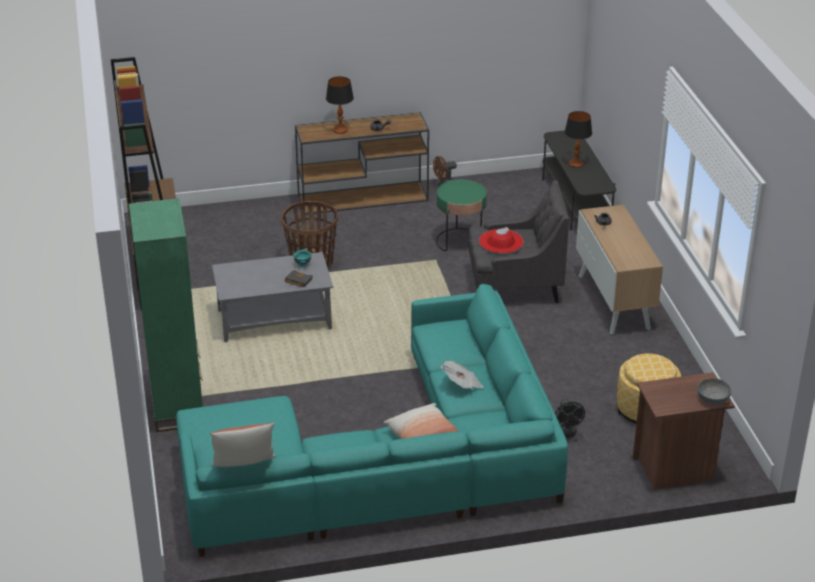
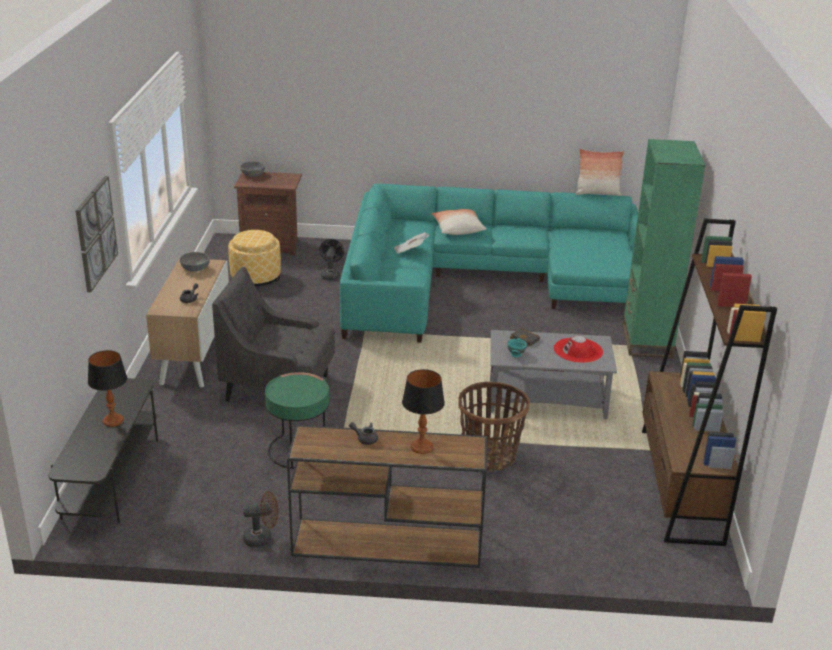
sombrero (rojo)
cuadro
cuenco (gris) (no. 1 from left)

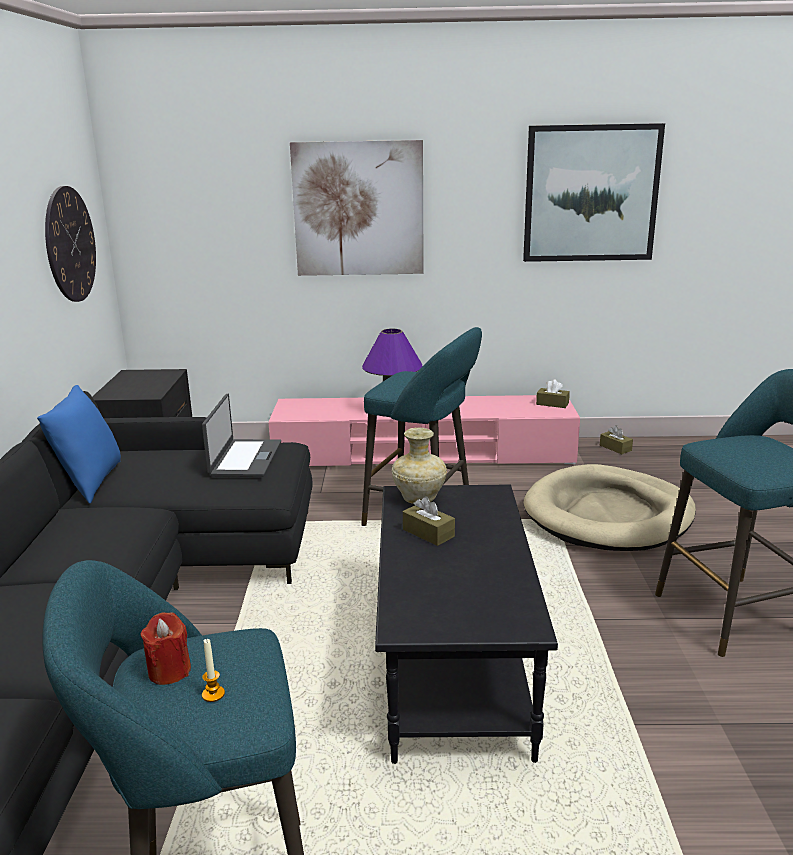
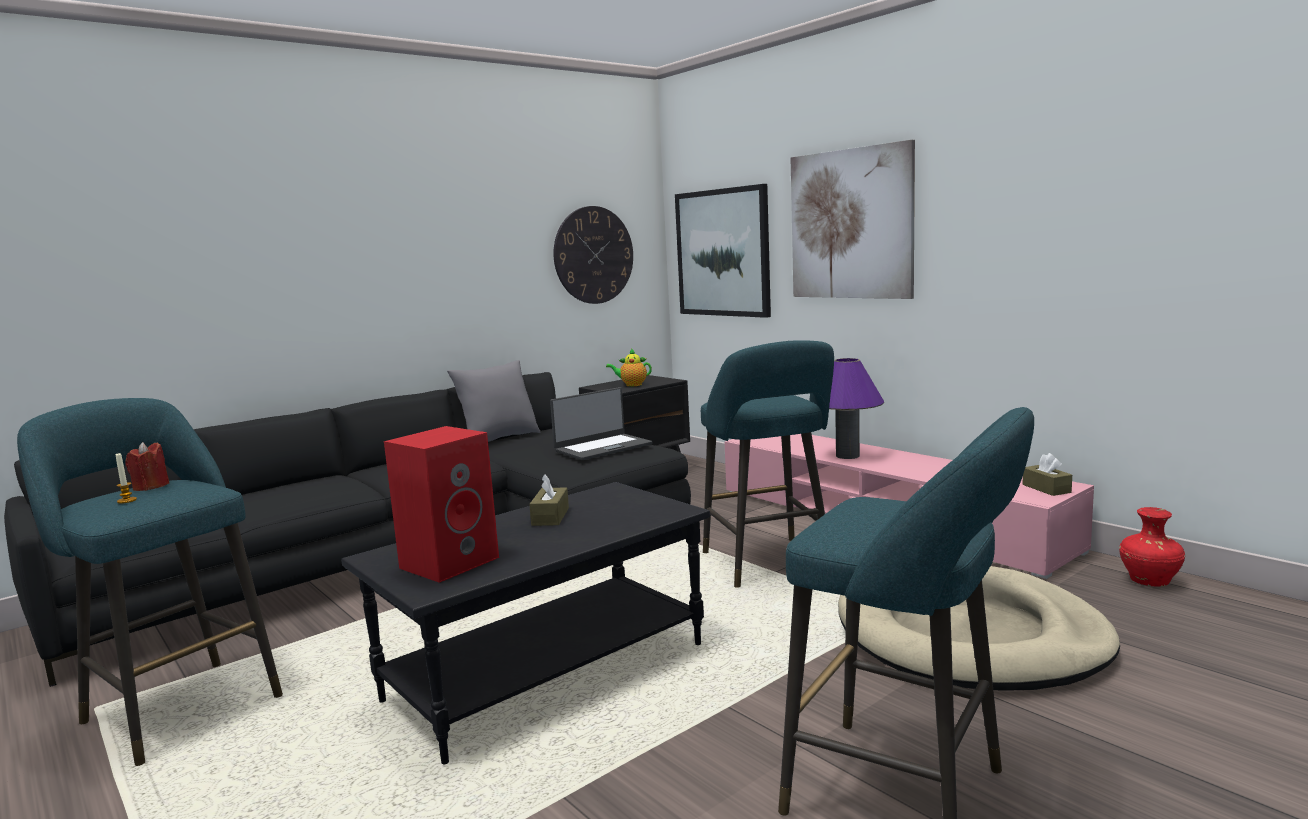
cojín (gris)
florero (beis)
cuadro (no. 1 from left)
florero (rojo)
altavoz (rojo)
tetera

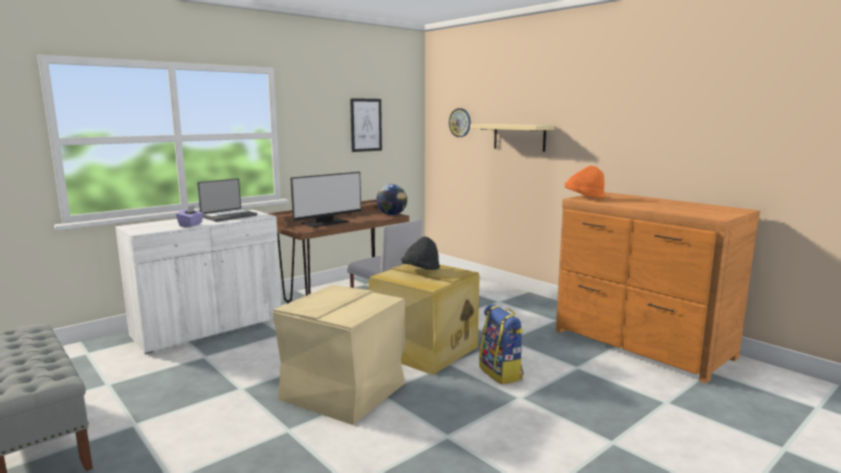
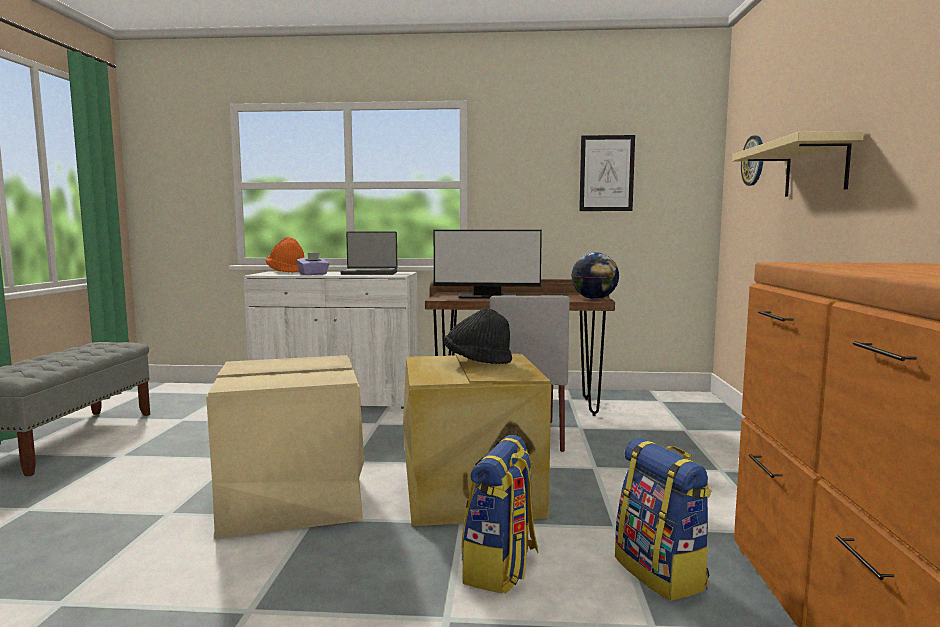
sombrero (naranja)
mochila (no. 2 from left)

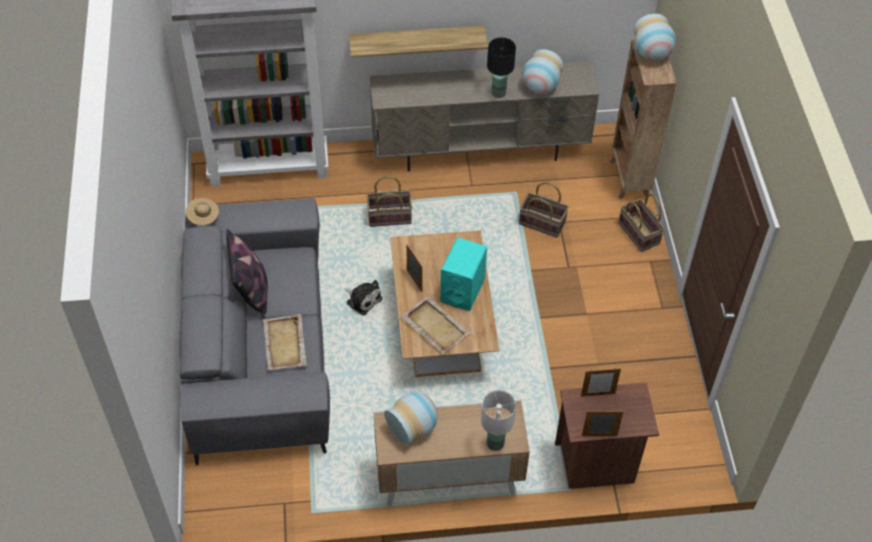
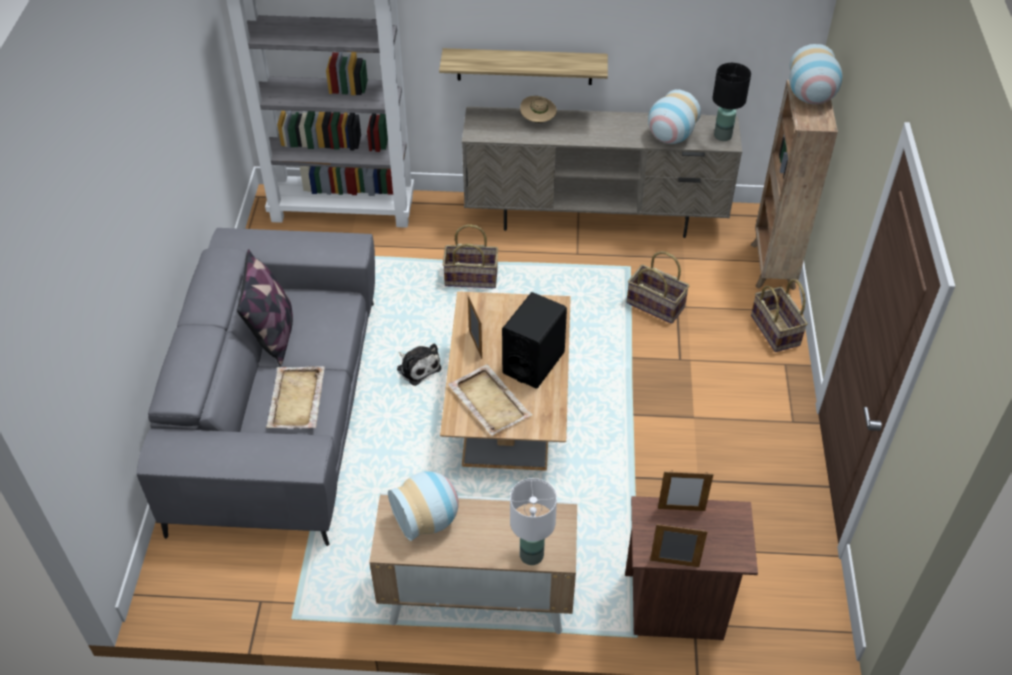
sombrero (beis)
altavoz (negro)
lámpara de mesa (negro)

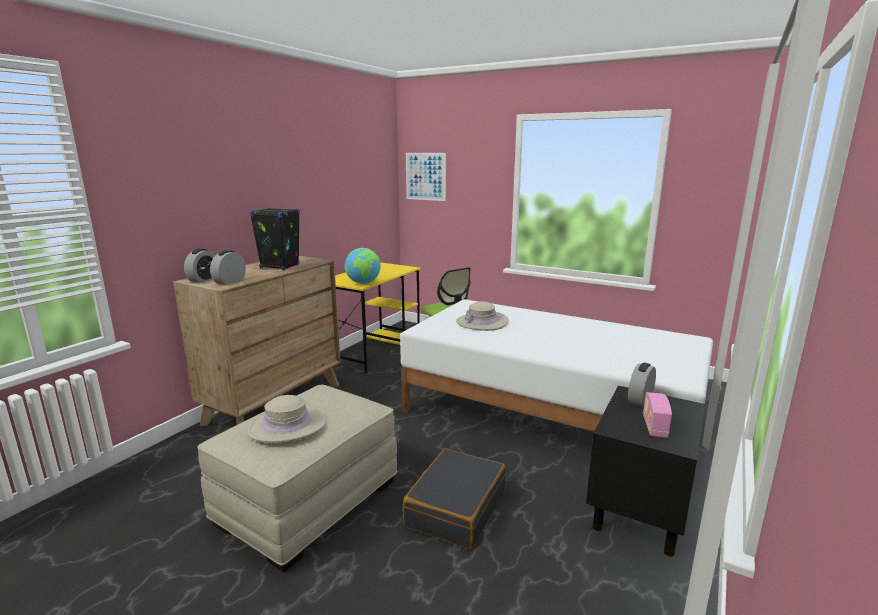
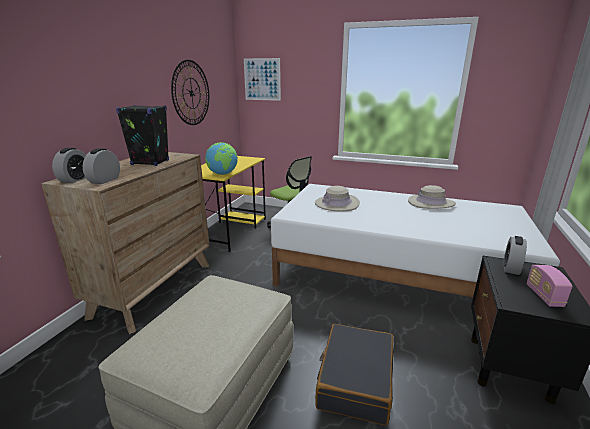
sombrero (beis) (no. 2 from left)
reloj de pared

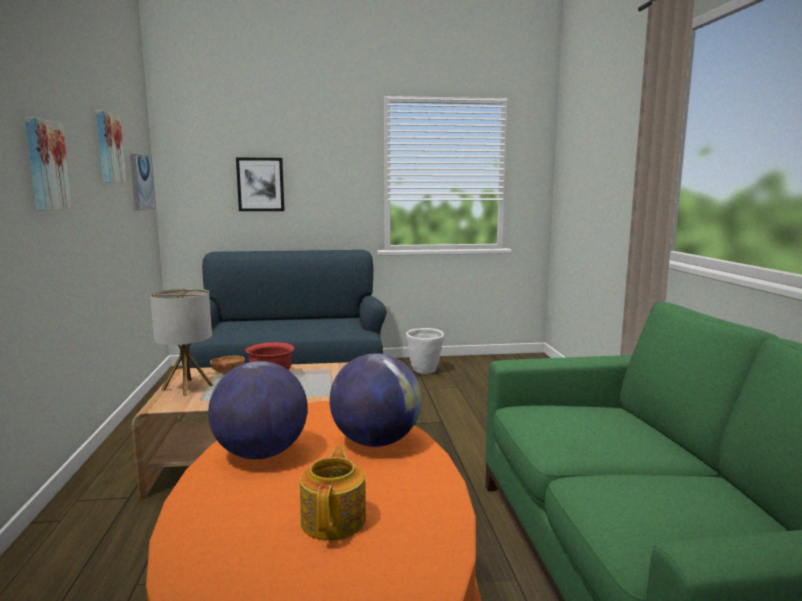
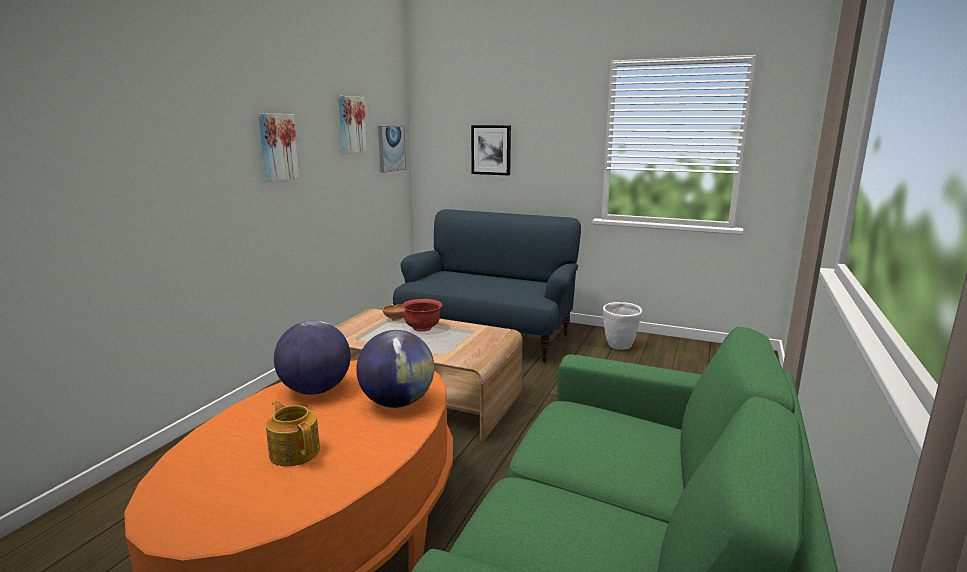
lámpara de mesa
tetera

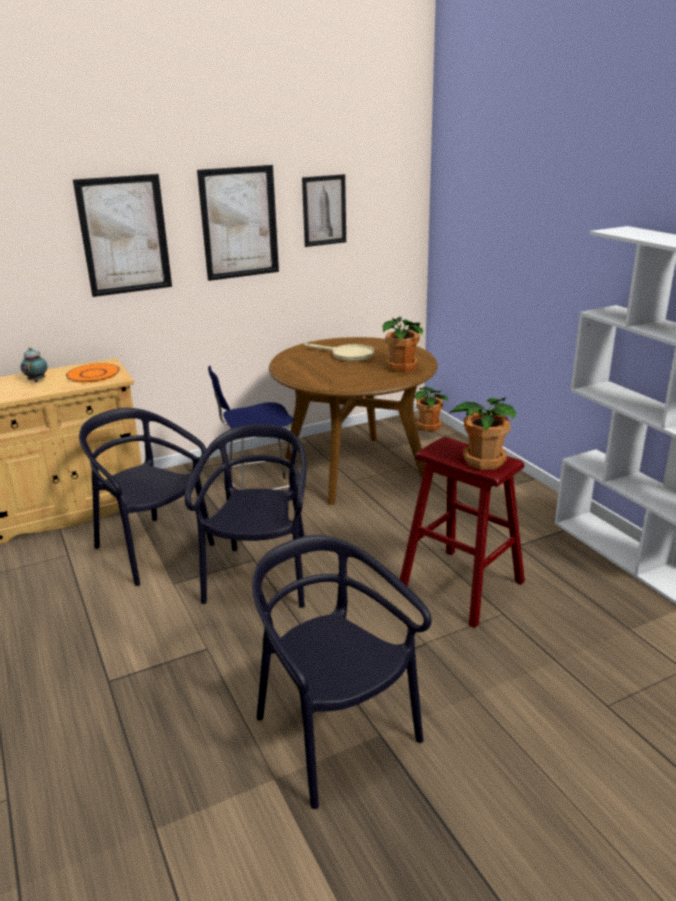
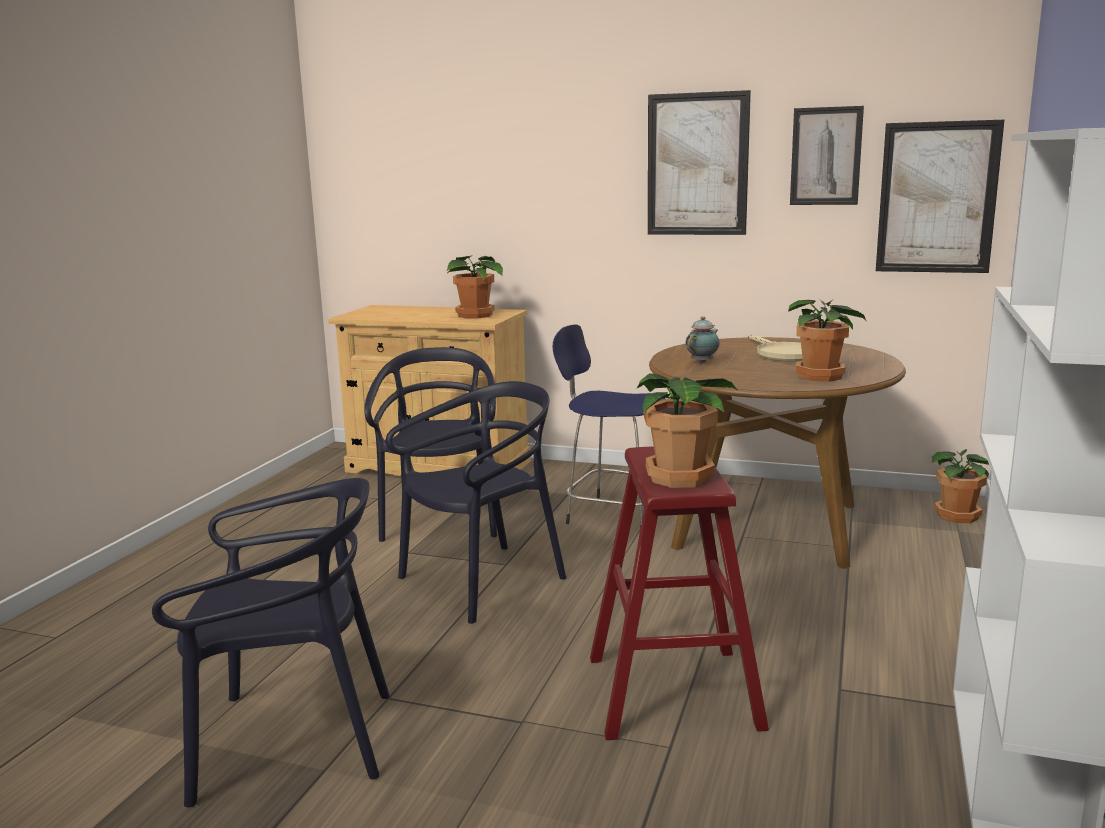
tetera
planta en maceta (no. 1 from left)
cuadro (no. 3 from left)
silla (negro) (no. 1 from left)

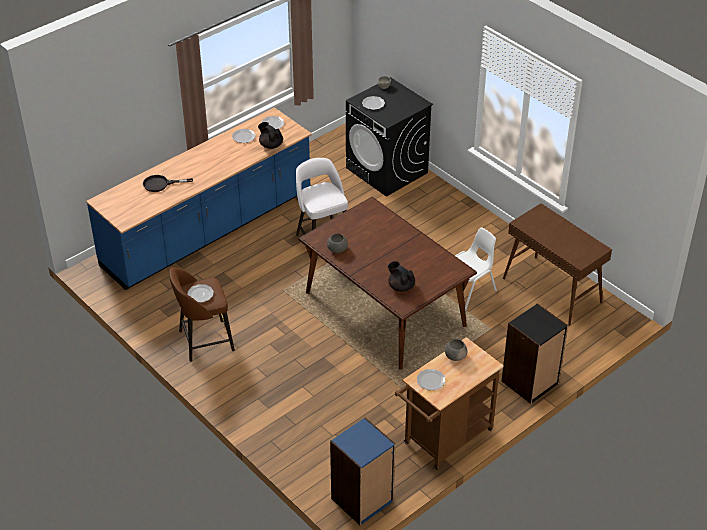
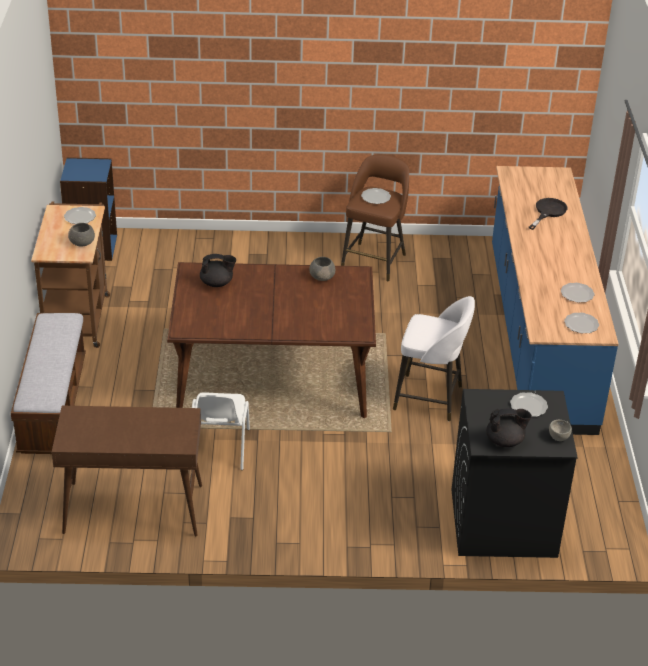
tetera (negro) (no. 2 from left)
banco

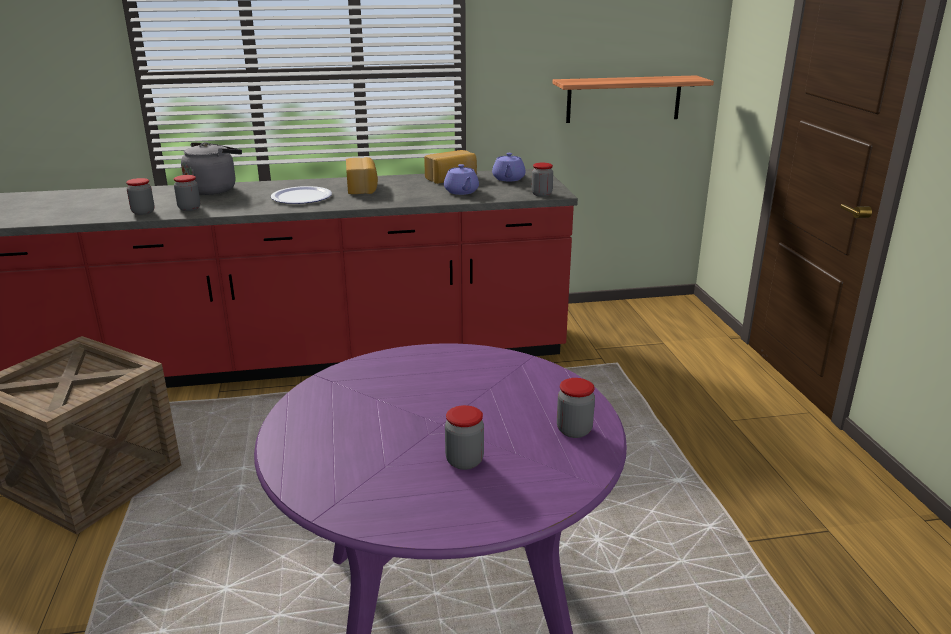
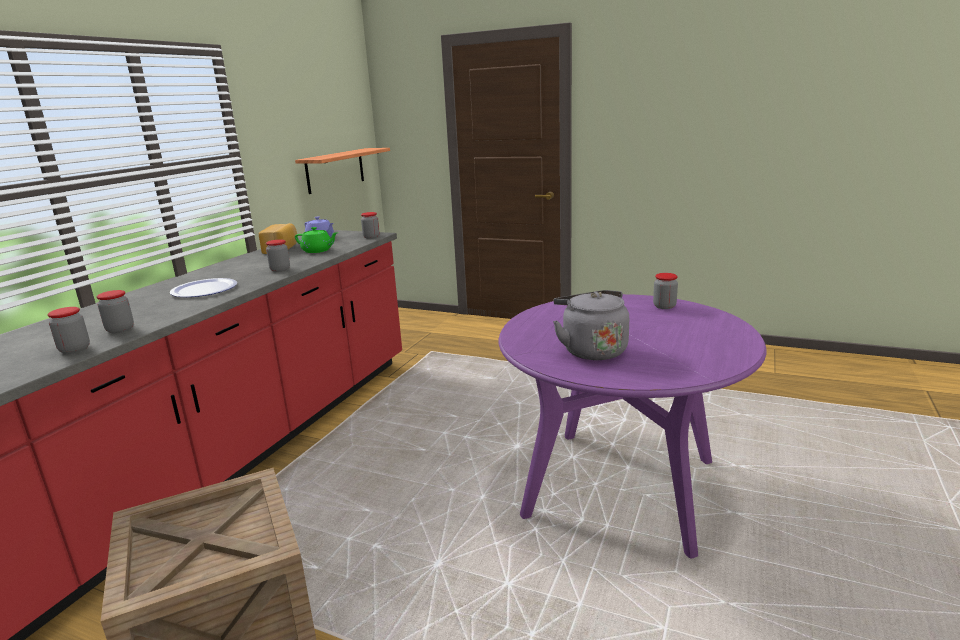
hervidor (gris)
pan (no. 1 from left in the first image)
tetera (verde)
tarro (no. 3 from left)

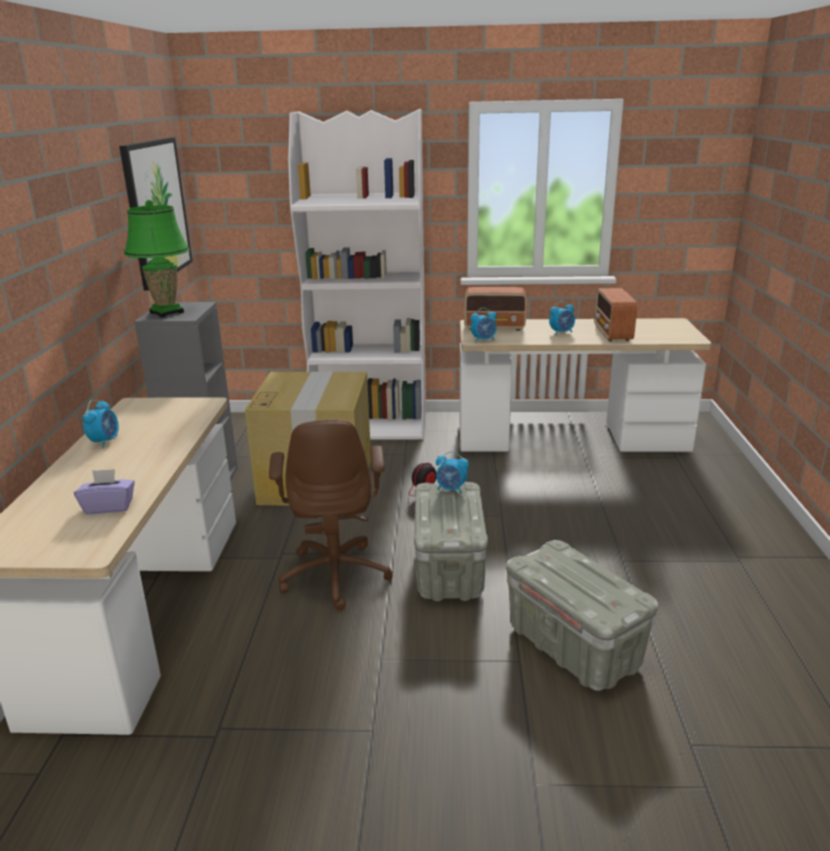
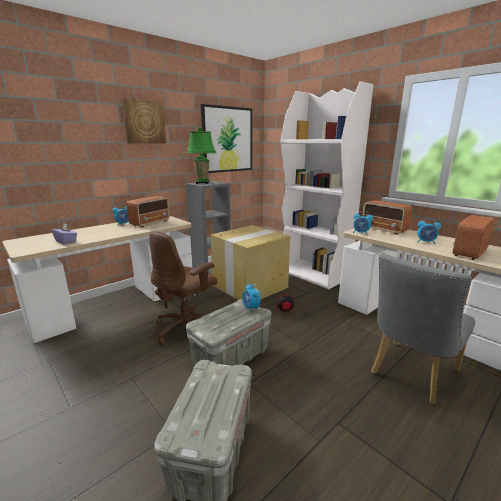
cuadro (no. 1 from left)
radio (no. 1 from left)
silla (gris)

